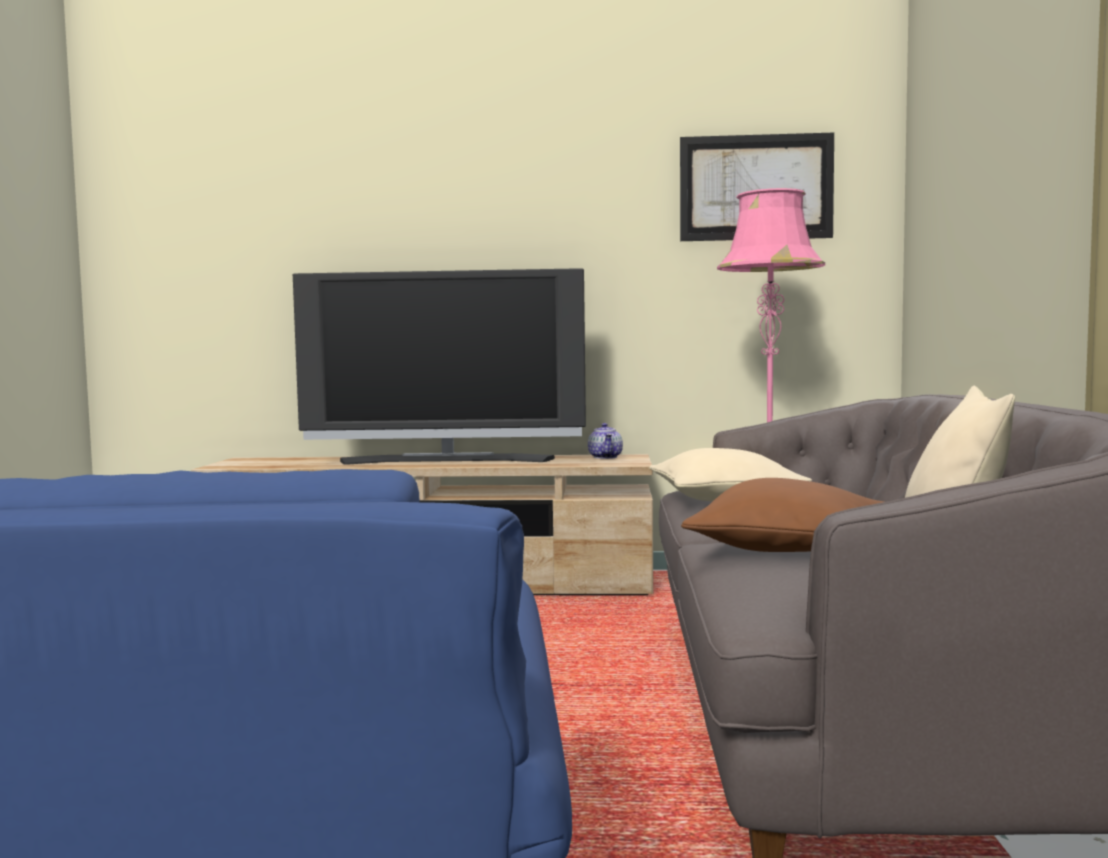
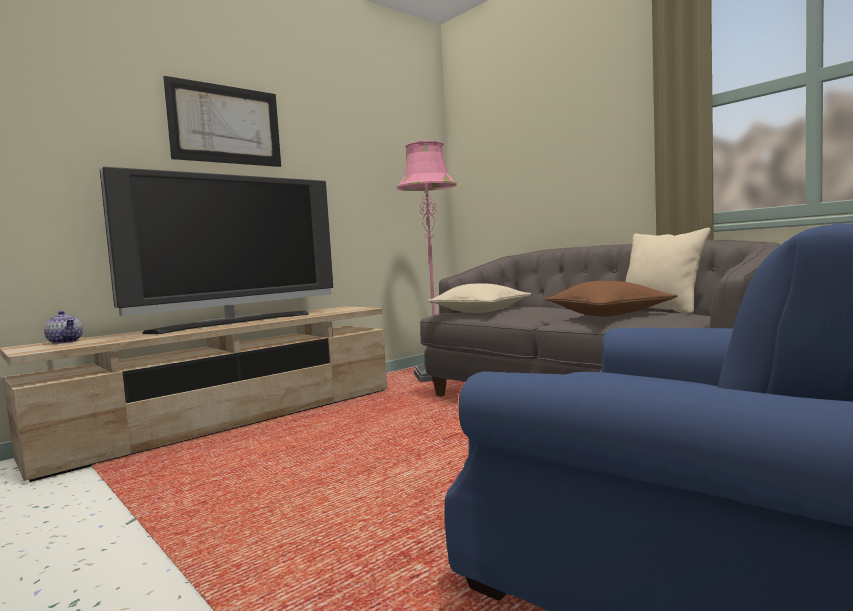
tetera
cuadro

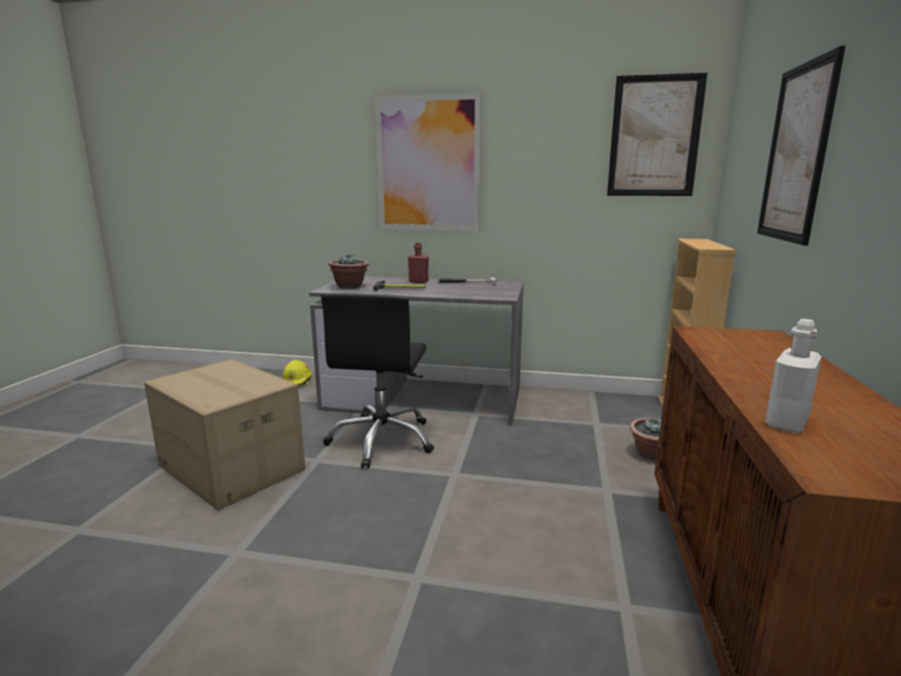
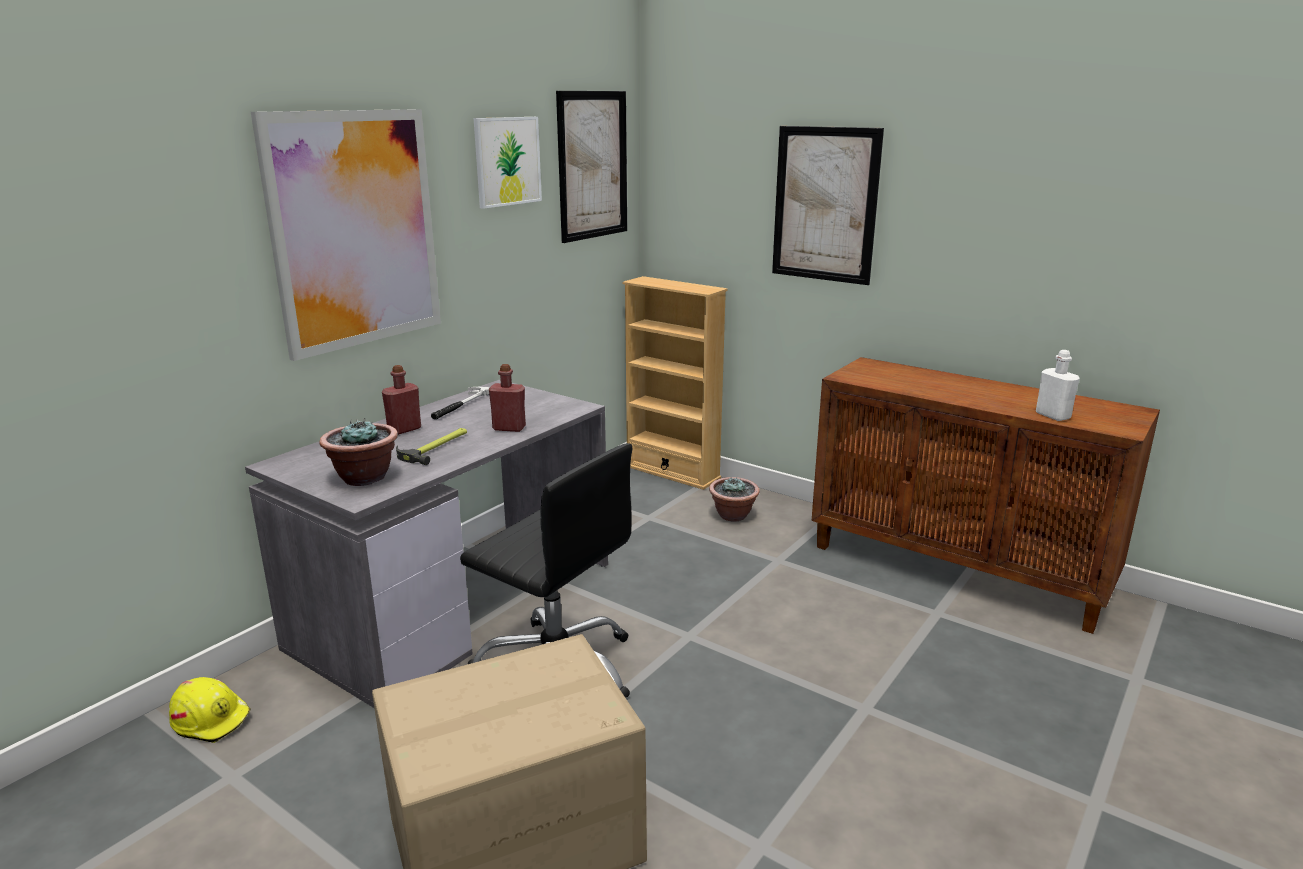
cuadro (no. 2 from left)
botella (rojo) (no. 2 from left)

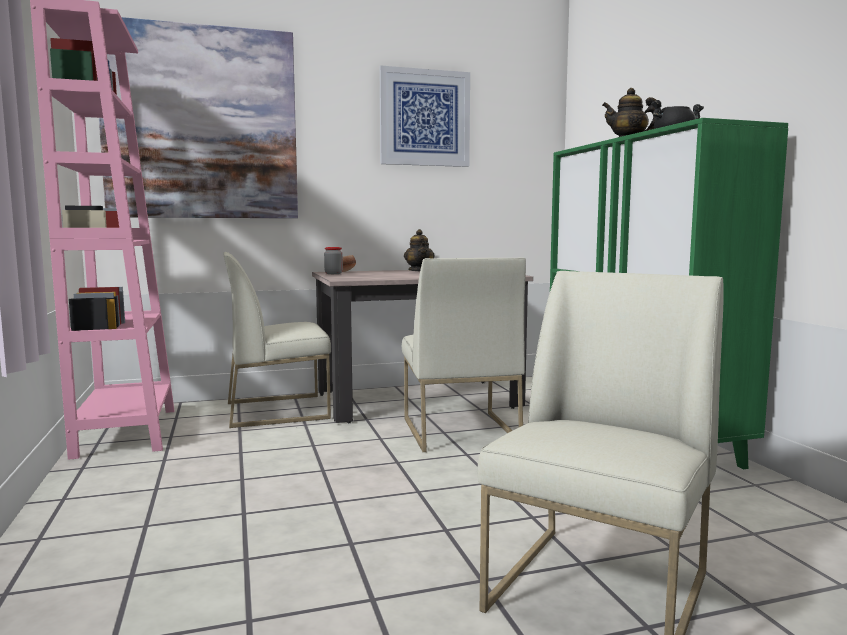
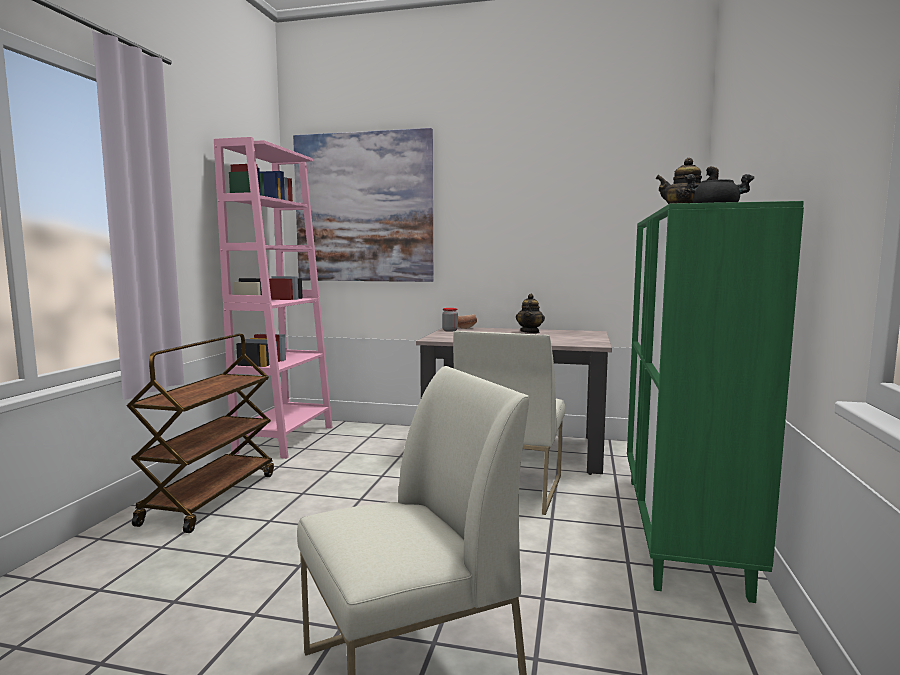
silla (blanco) (no. 1 from left in the first image)
cuadro (no. 2 from left in the first image)
carrito (marrón)

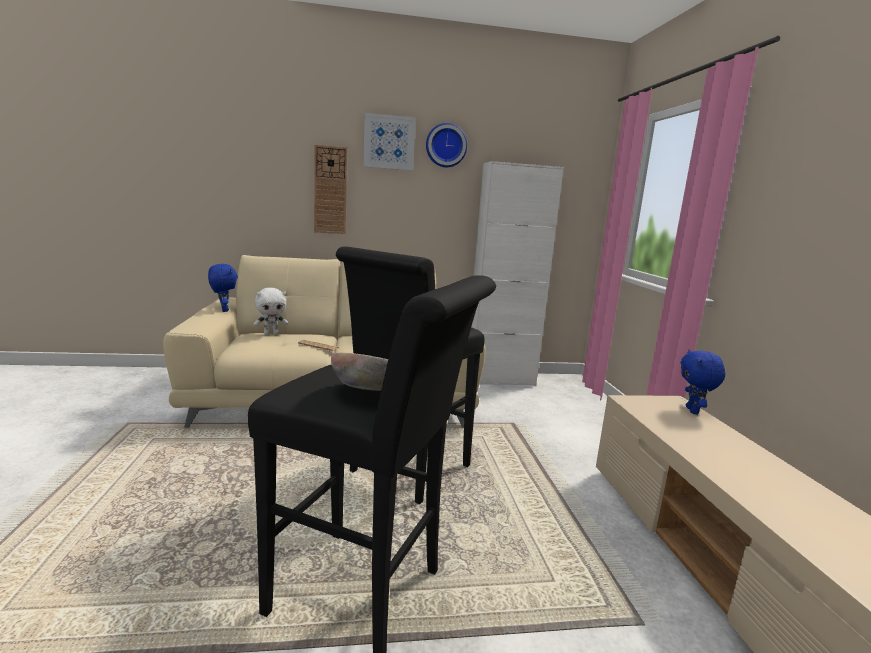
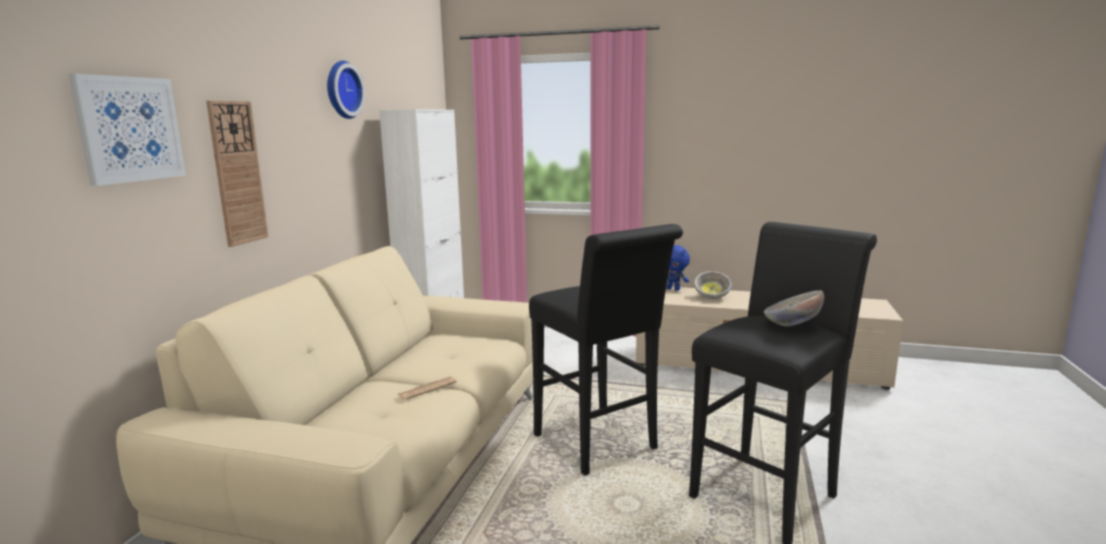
peluche (azul) (no. 1 from left in the first image)
peluche (blanco)
cuadro
cuenco (no. 1 from left)

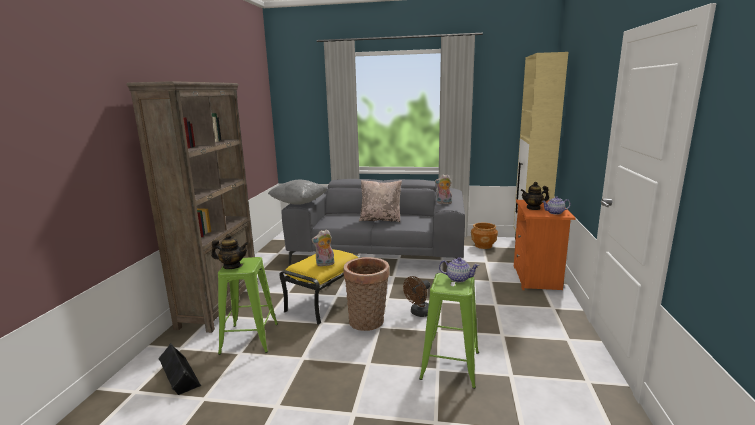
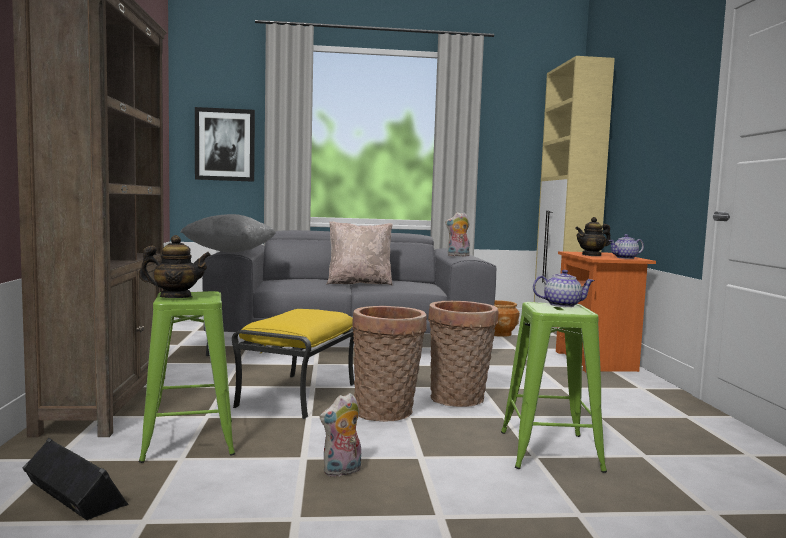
peluche (no. 1 from left)
cesta (no. 2 from left)
cuadro

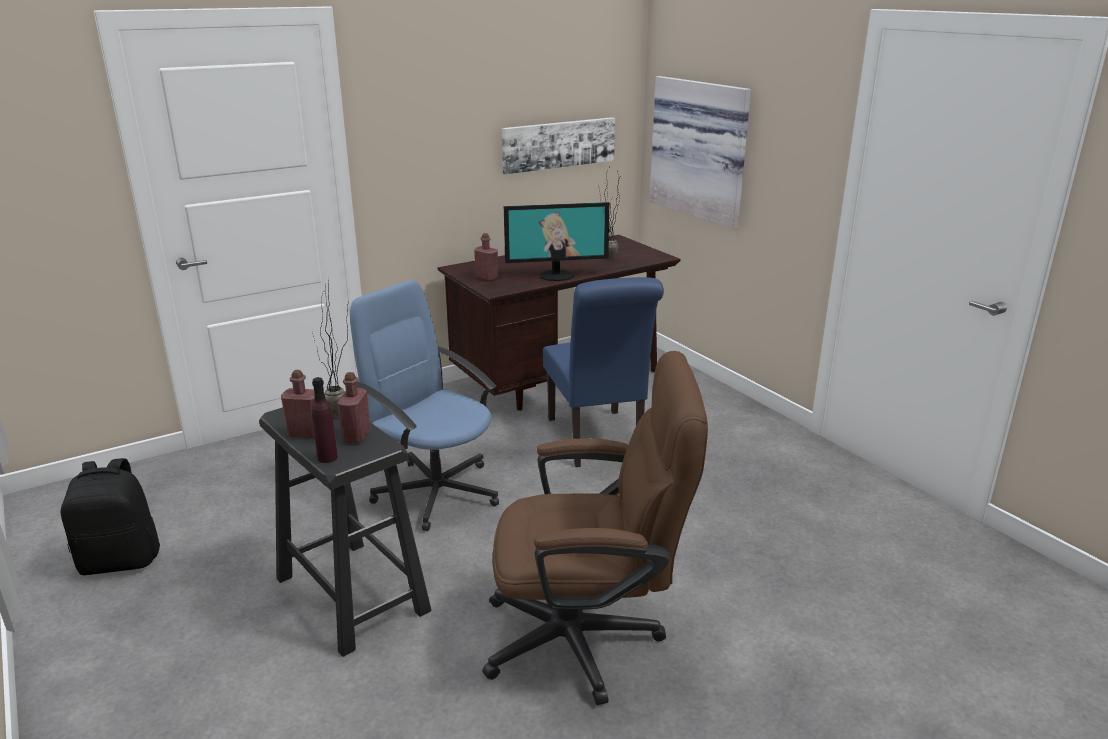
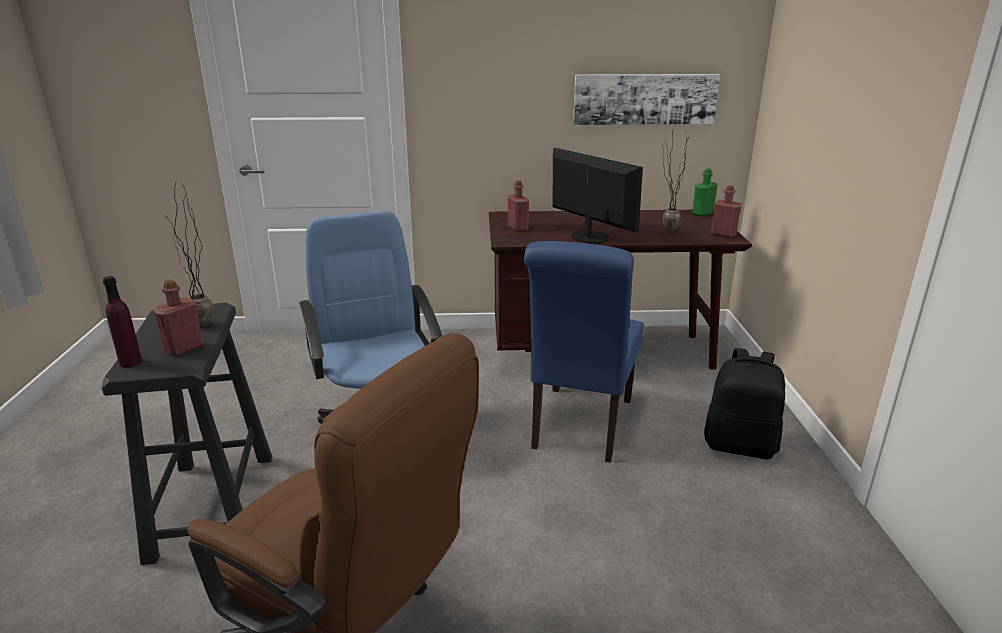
mochila (negro)
botella (rojo) (no. 3 from left)
monitor
cuadro (no. 2 from left in the first image)
botella (verde)

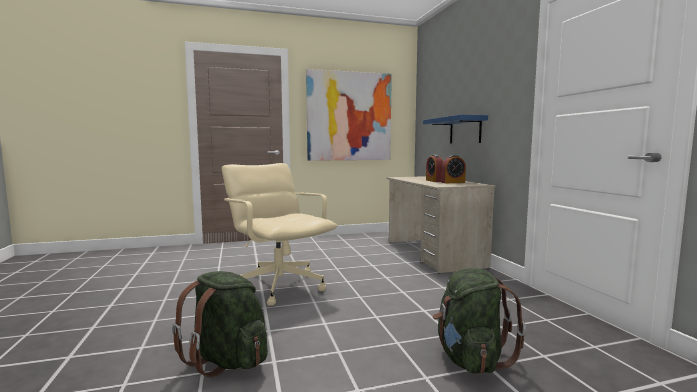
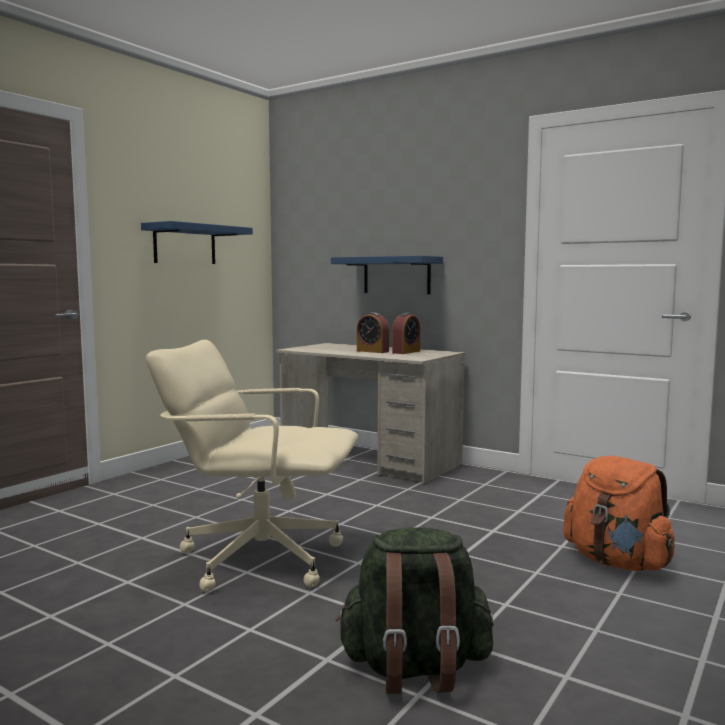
estante (azul) (no. 1 from left)
mochila (naranja)

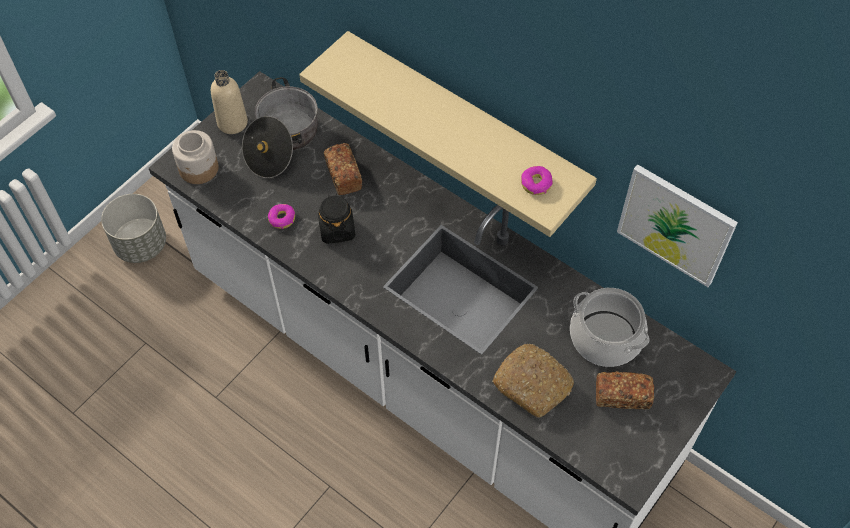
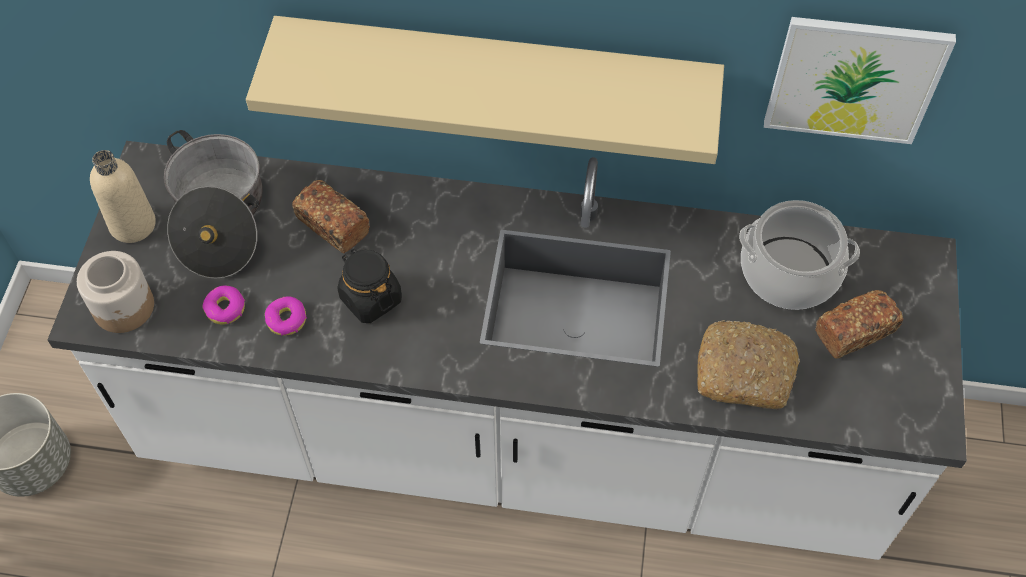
rosquilla (no. 1 from left)

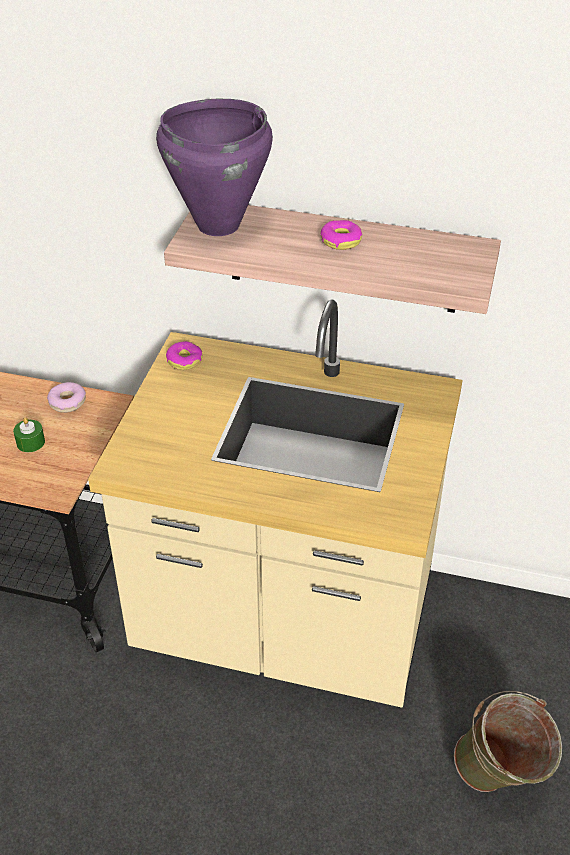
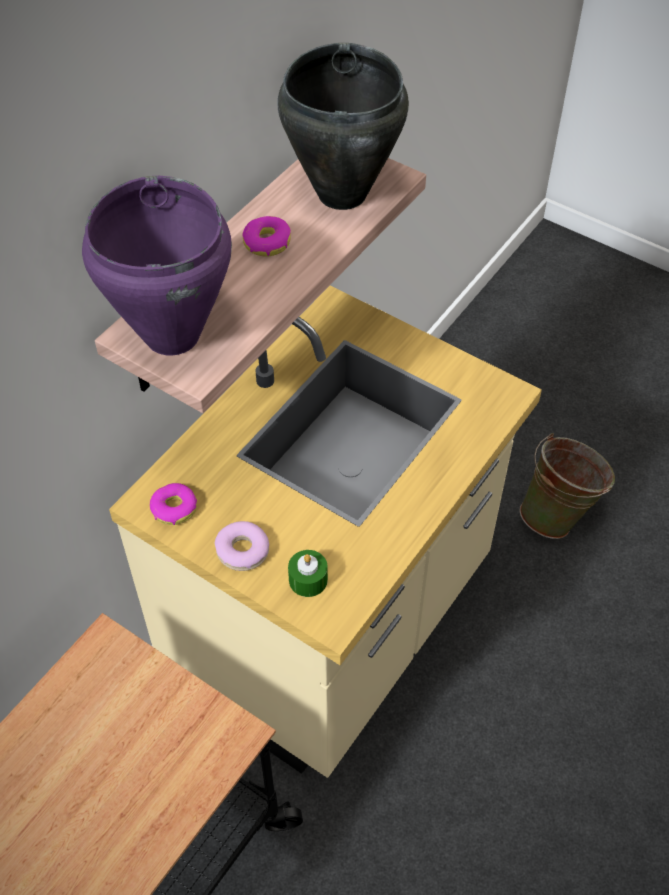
vela (verde)
rosquilla (no. 2 from left)
olla (negro)

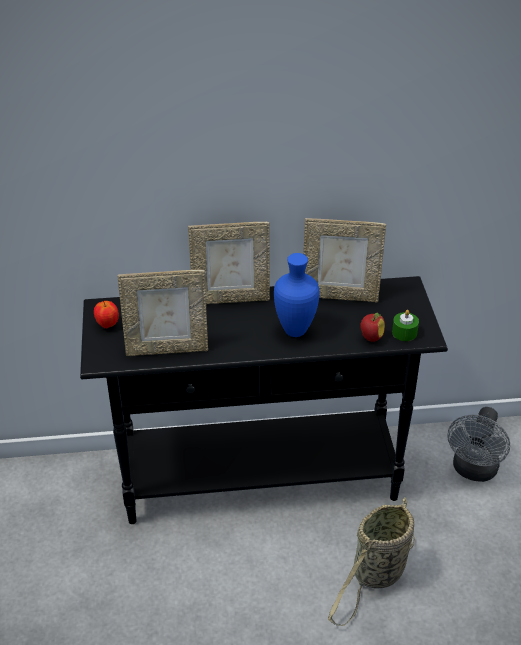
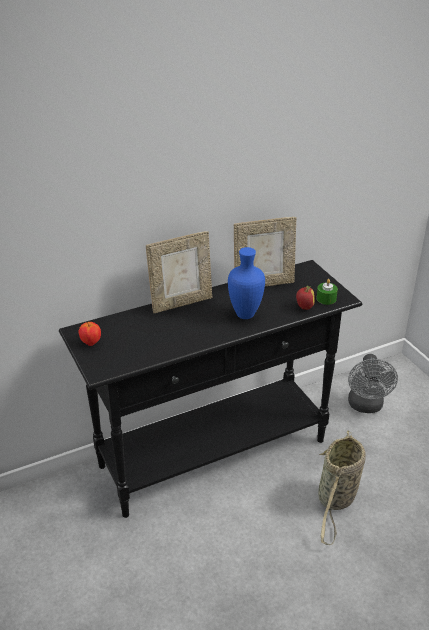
portarretratos (no. 1 from left in the first image)

